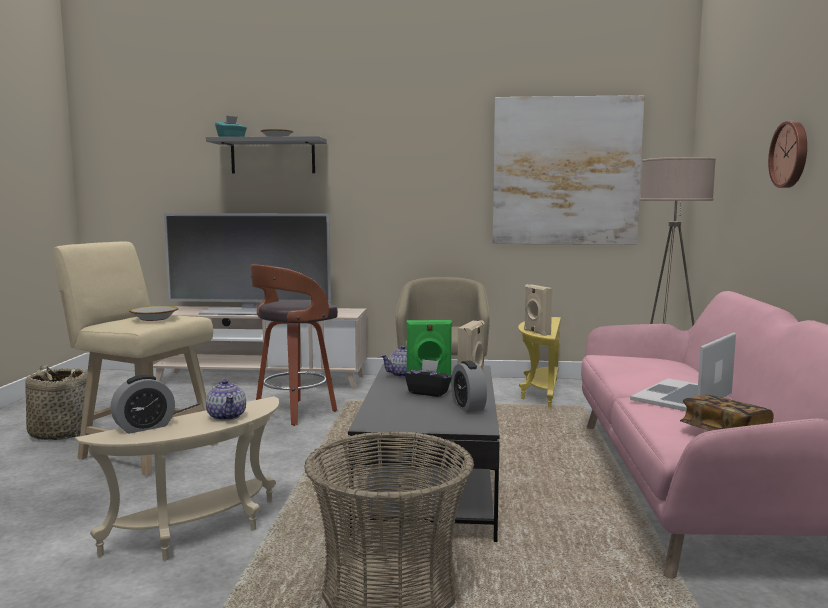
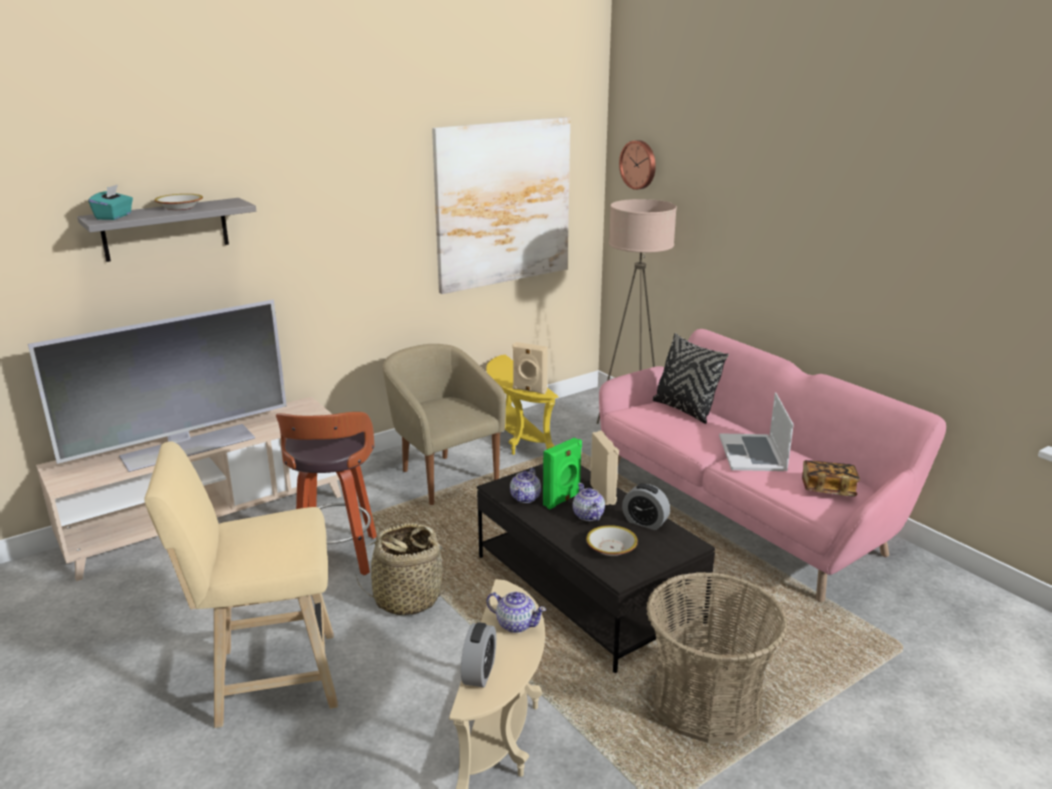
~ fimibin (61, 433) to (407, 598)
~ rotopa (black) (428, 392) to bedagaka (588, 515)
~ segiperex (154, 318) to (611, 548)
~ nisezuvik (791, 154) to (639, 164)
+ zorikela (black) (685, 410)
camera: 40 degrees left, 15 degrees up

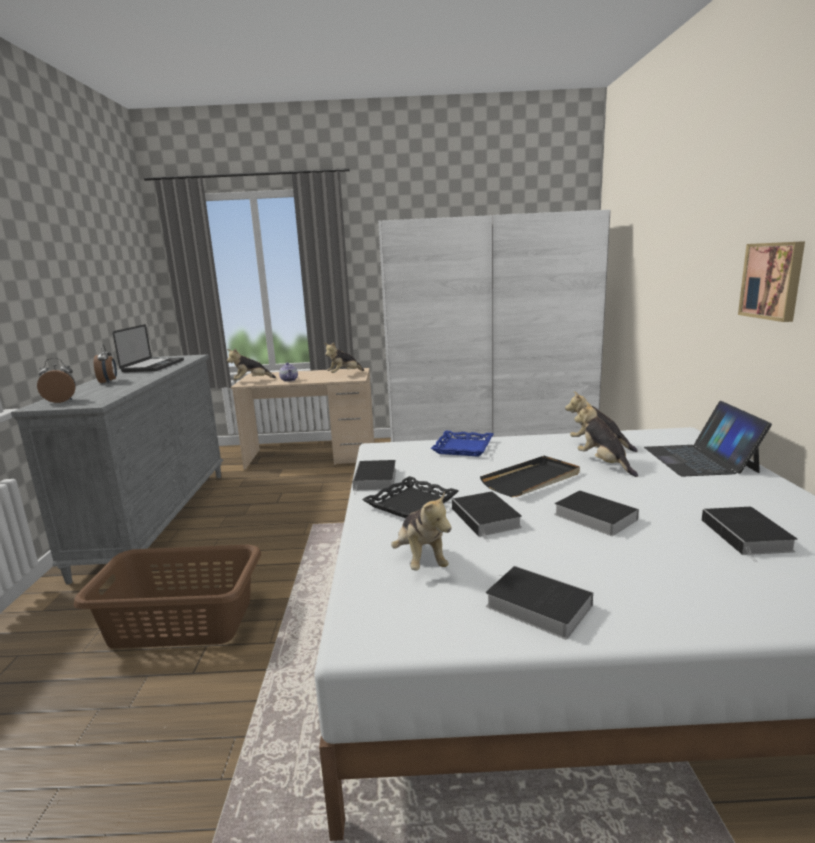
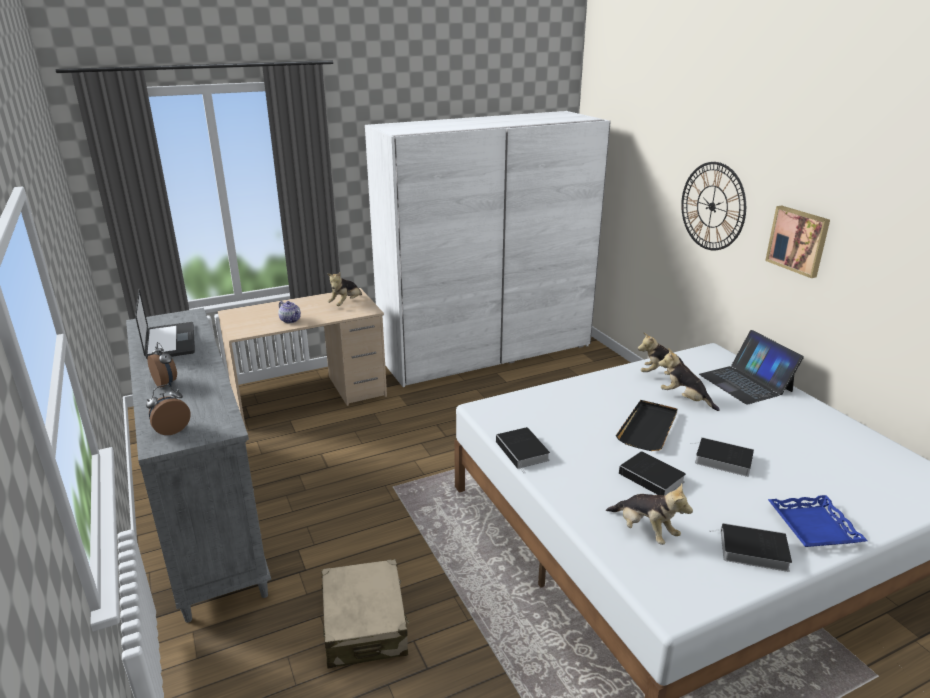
~ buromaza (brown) (182, 621) to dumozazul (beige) (365, 624)
+ nisezuvik (712, 206)
~ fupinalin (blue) (463, 448) to (814, 526)
- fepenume (251, 381)
- fupinalin (black) (411, 504)
- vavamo (748, 536)
camera: 25 degrees left, 10 degrees up

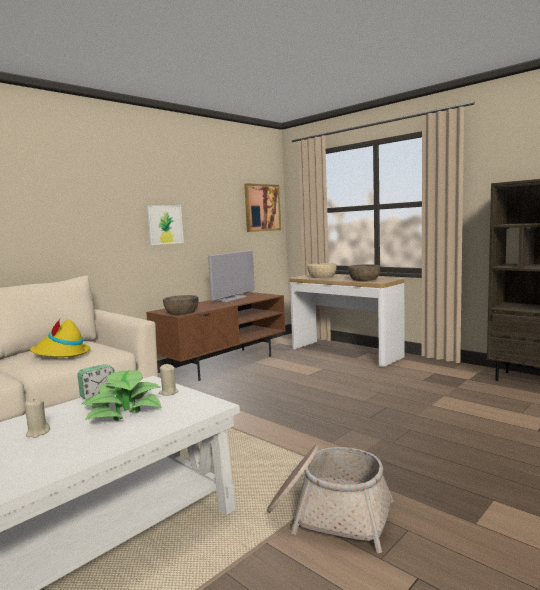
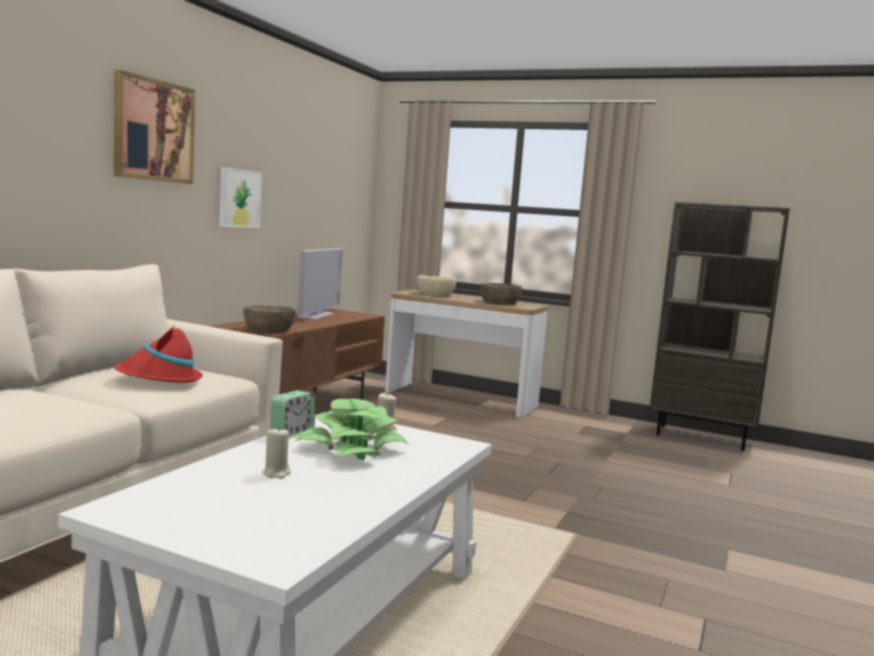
~ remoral (262, 207) to (153, 130)
~ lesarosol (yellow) (61, 354) to lesarosol (red) (159, 379)
- fimibin (329, 514)
camera: 20 degrees left, 0 degrees up

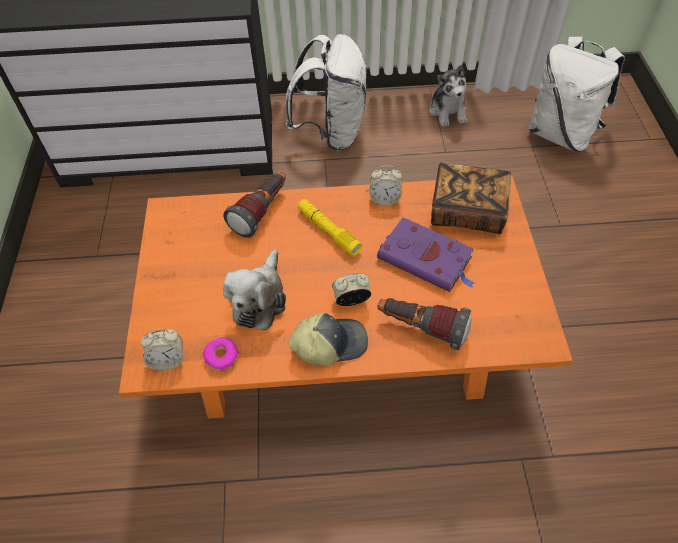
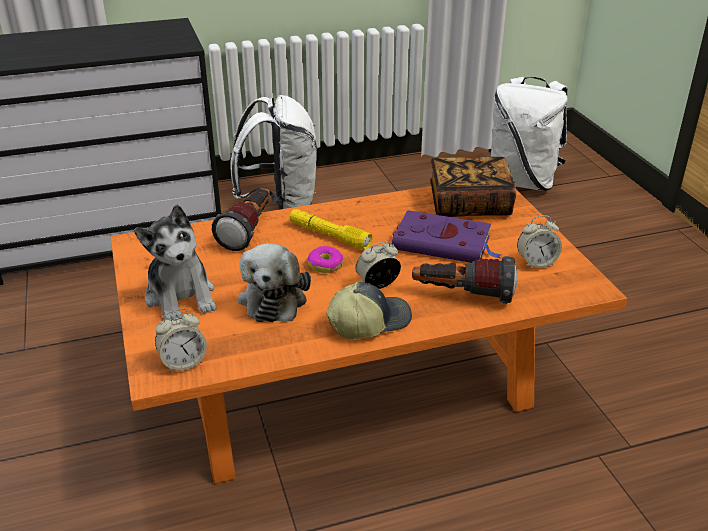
~ fepenume (448, 112) to (181, 297)
~ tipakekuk (221, 357) to (325, 265)
~ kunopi (384, 199) to (536, 263)
camera: 15 degrees left, 20 degrees down

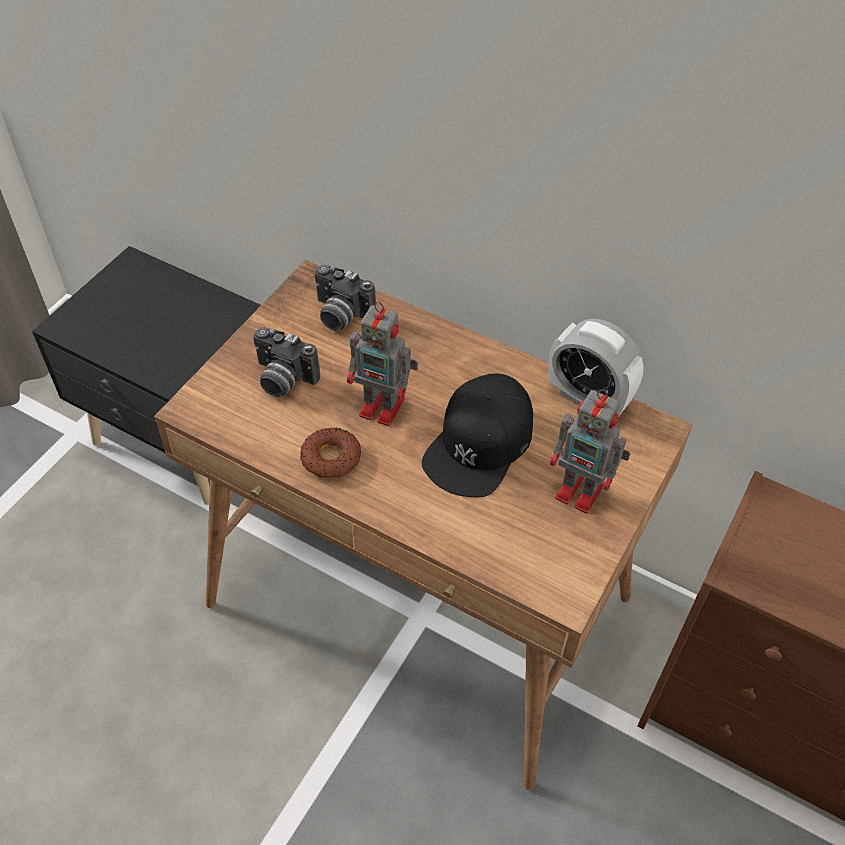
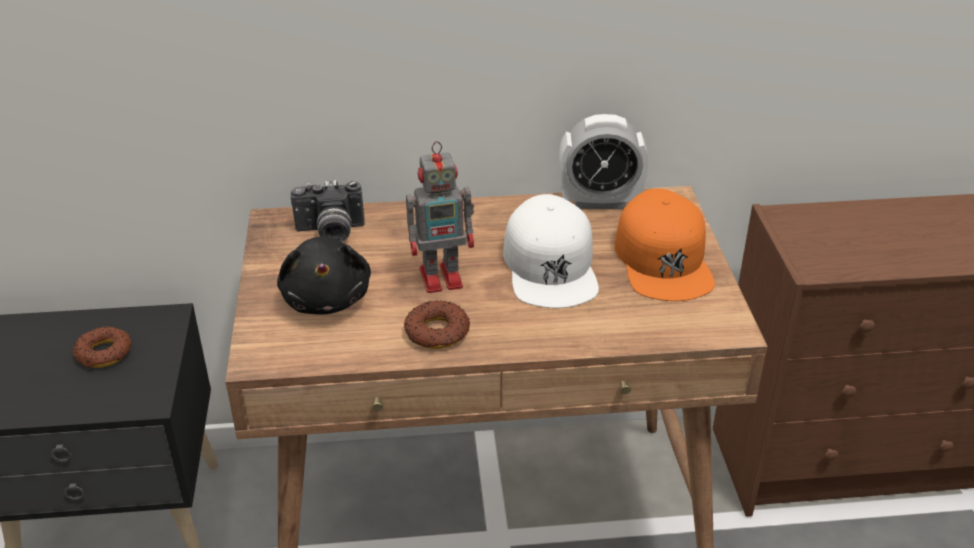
+ tipakekuk (104, 353)
~ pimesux (282, 379) to fepenume (black) (327, 298)
~ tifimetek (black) (479, 443) to tifimetek (white) (551, 266)
~ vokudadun (582, 492) to tifimetek (orange) (664, 259)
camera: 35 degrees left, 15 degrees down

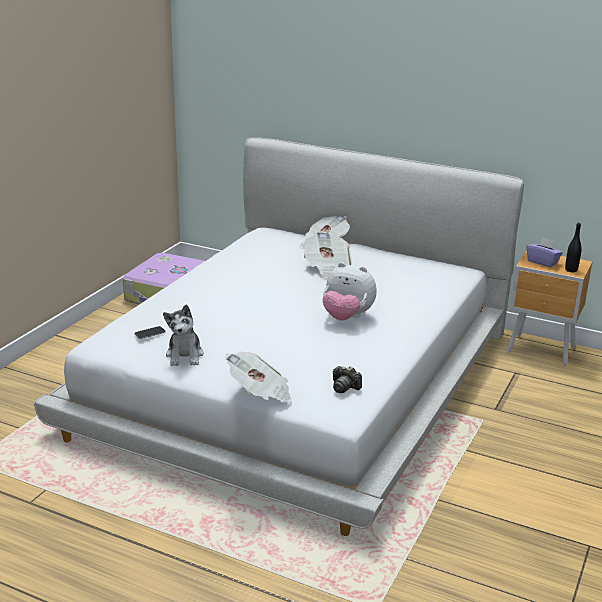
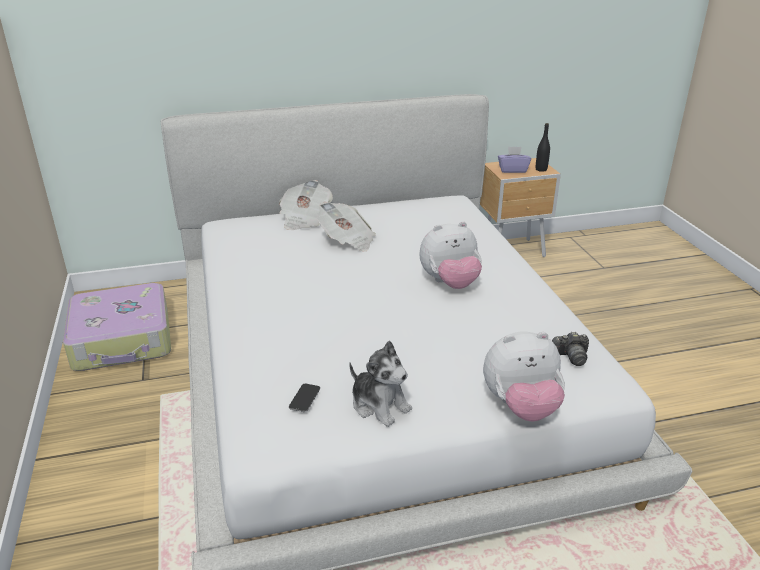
~ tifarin (260, 393) to fepenume (521, 407)
camera: 40 degrees left, 5 degrees up

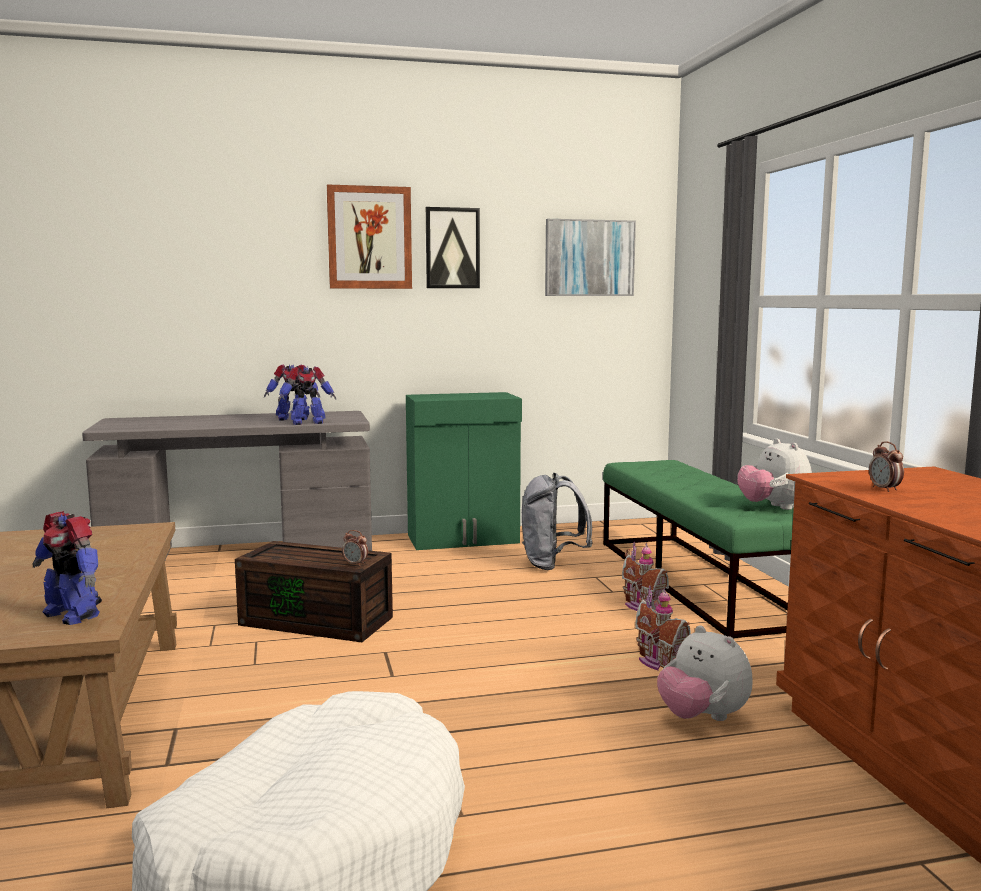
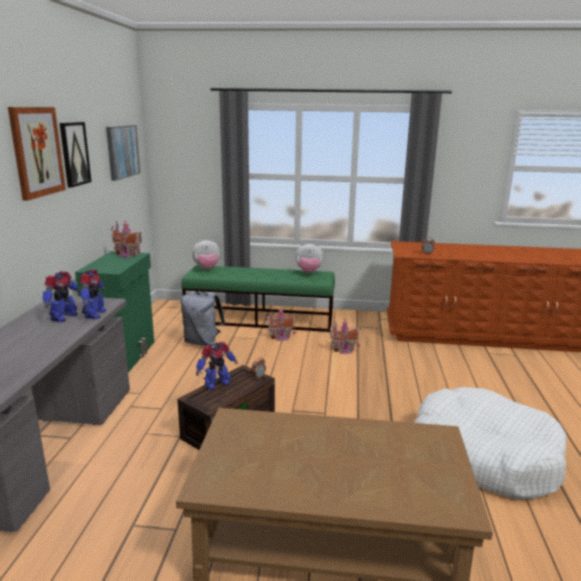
+ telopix (127, 255)
~ fepenume (702, 717) to (207, 269)
~ vokudadun (72, 614) to (216, 384)
camera: 70 degrees left, 10 degrees up

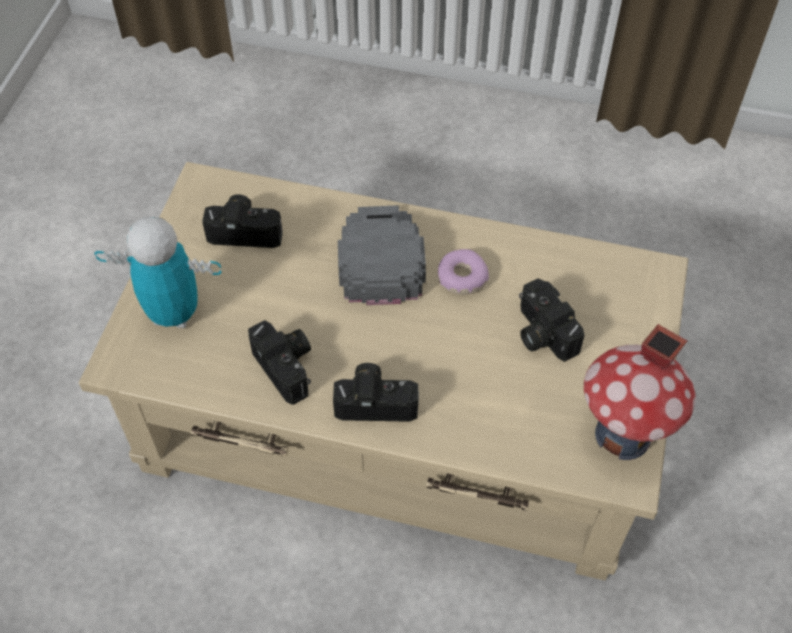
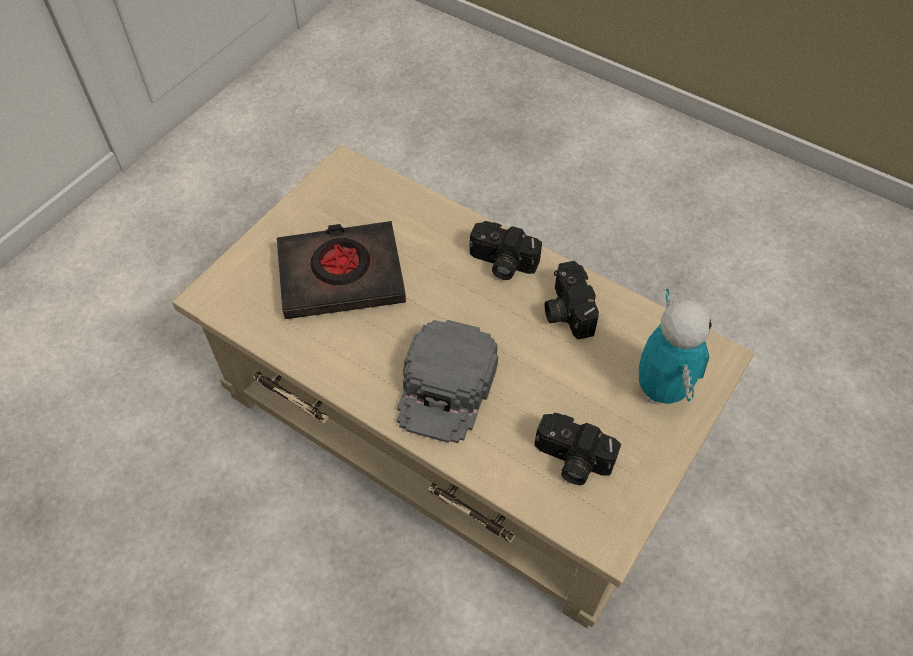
~ pimesux (541, 333) to vavamo (black) (341, 275)
~ vokudadun (173, 314) = (661, 389) 120 degrees counterclockwise
- tipakekuk (461, 278)
- telopix (623, 435)
camera: 160 degrees left, 0 degrees up

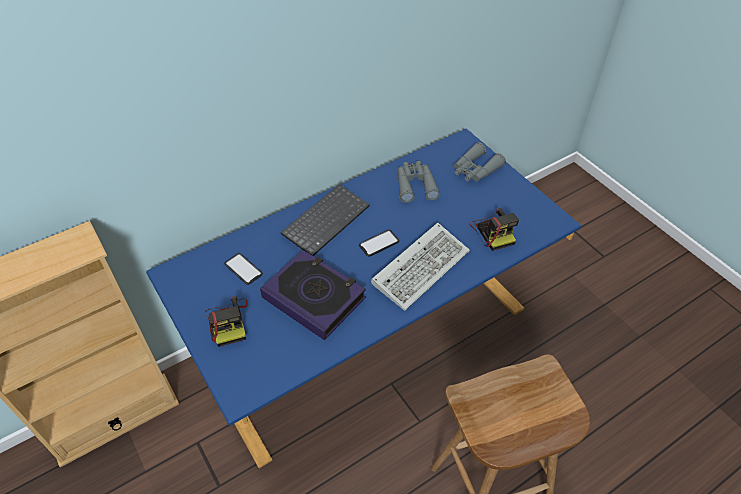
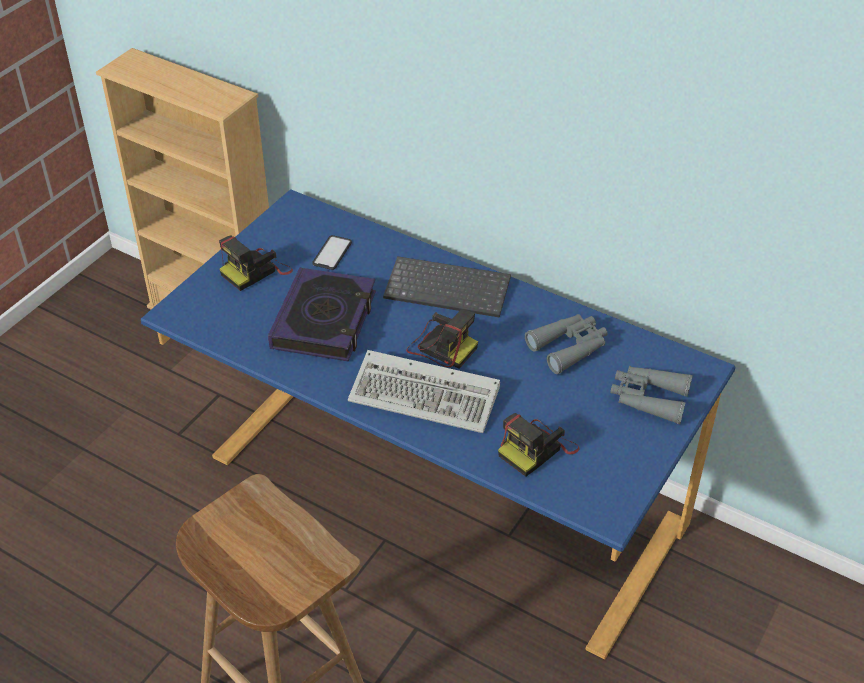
~ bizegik (379, 243) to pimesux (441, 346)
camera: 65 degrees right, 5 degrees down

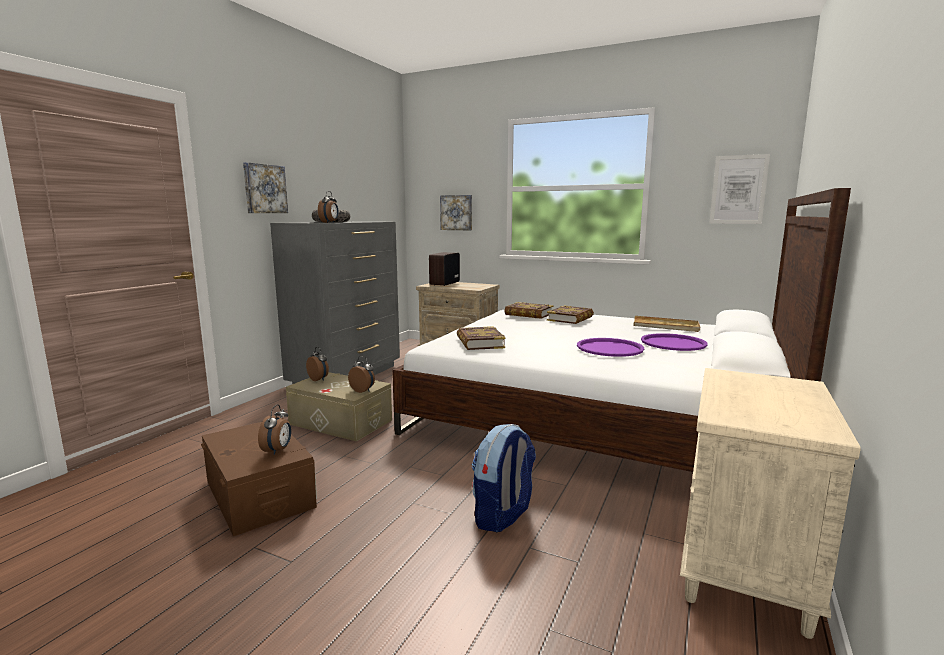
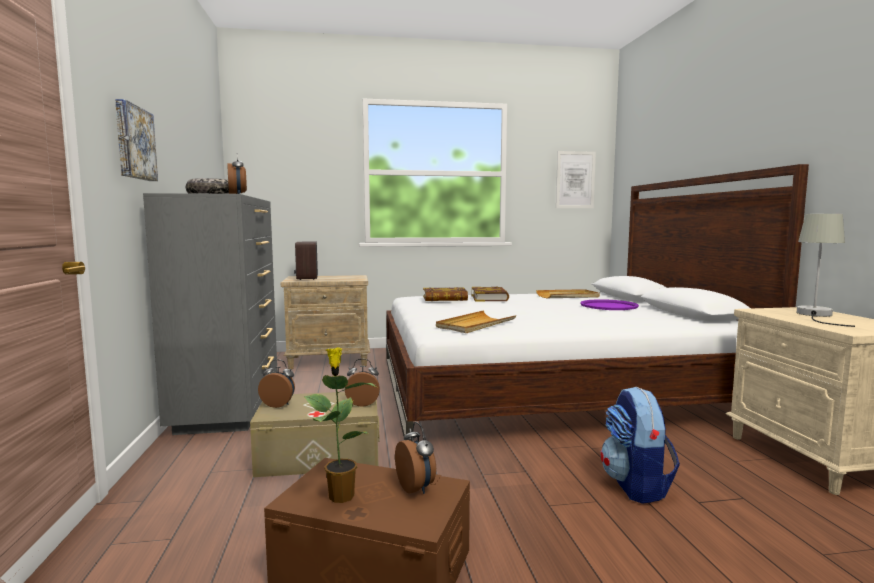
+ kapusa (340, 495)
~ vavamo (479, 343) to fupinalin (beige) (475, 325)
+ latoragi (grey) (816, 315)
- remoral (456, 212)
- fupinalin (purple) (610, 348)
camera: 35 degrees left, 5 degrees down

